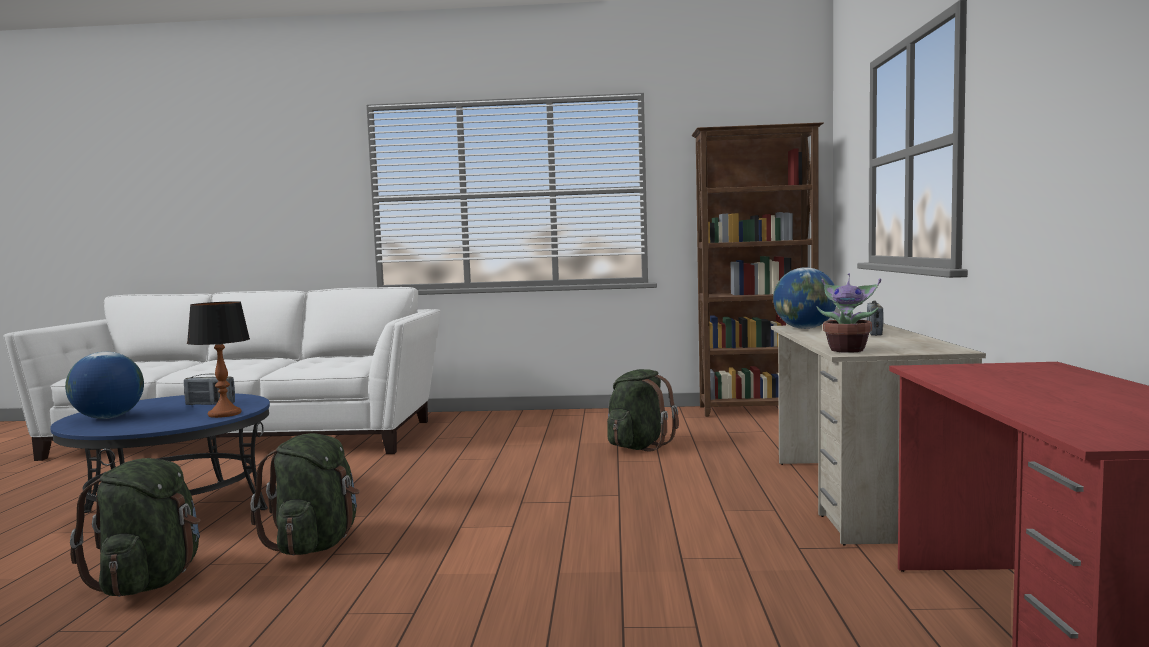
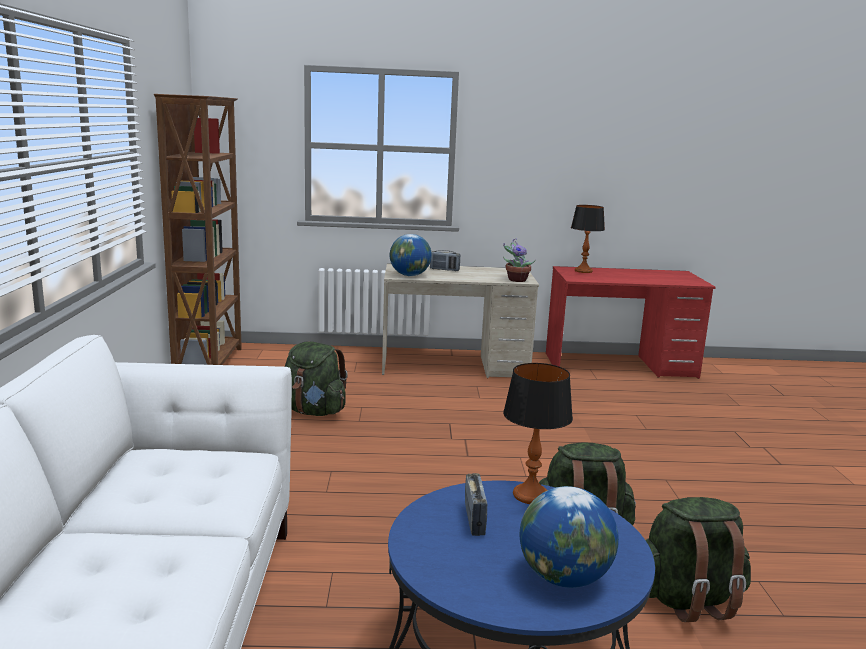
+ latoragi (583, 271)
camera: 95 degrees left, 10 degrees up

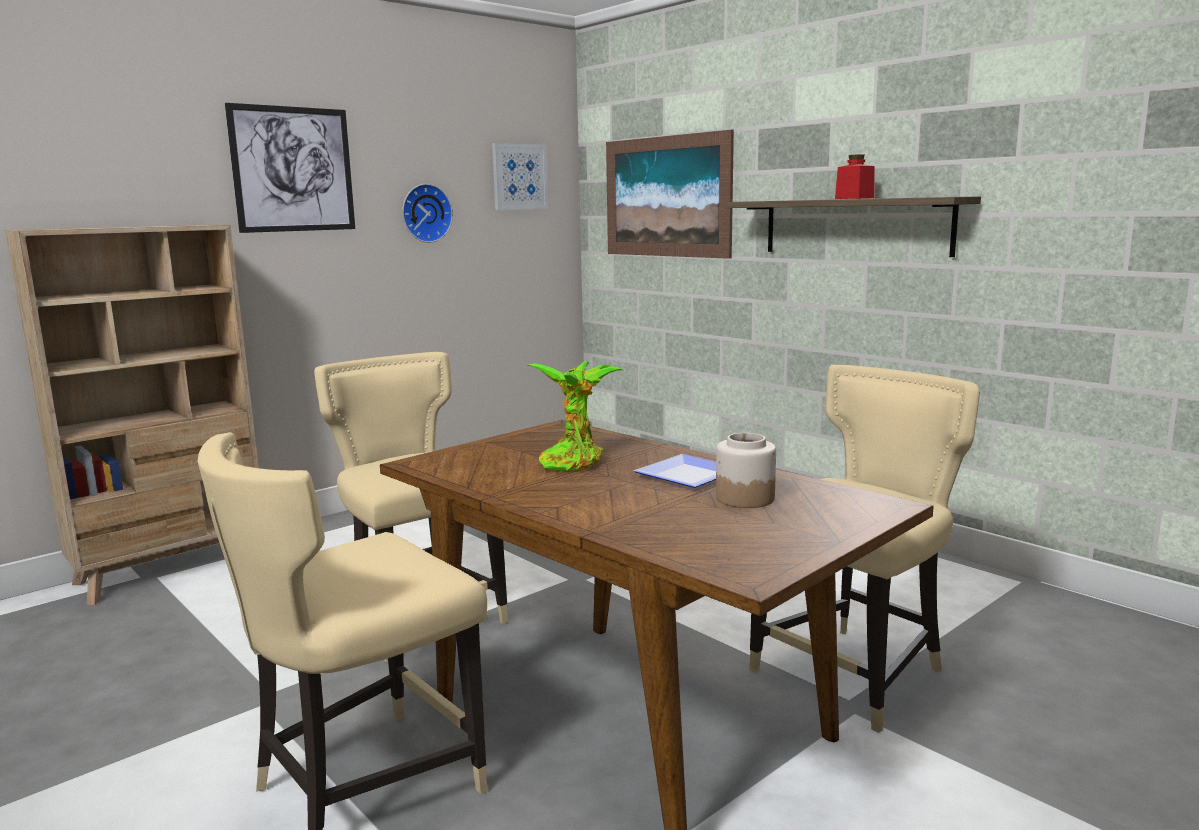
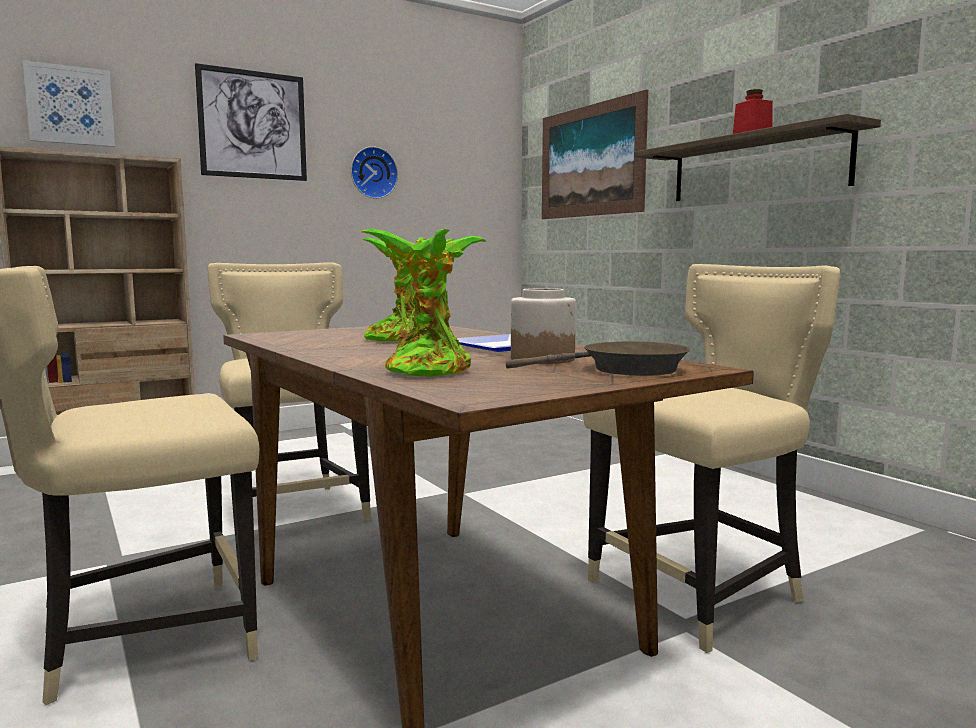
~ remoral (519, 177) to (70, 105)
+ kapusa (428, 369)
+ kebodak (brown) (625, 370)
camera: 10 degrees right, 5 degrees down

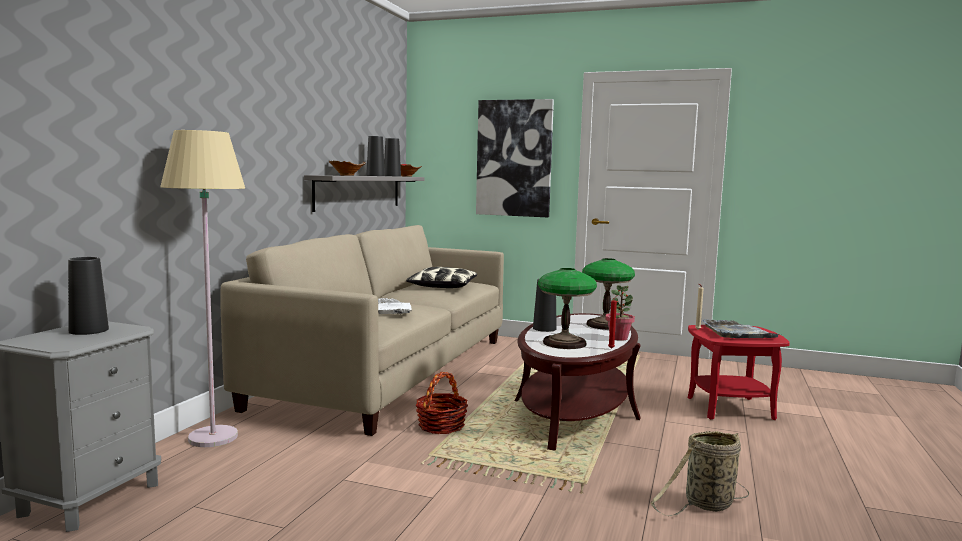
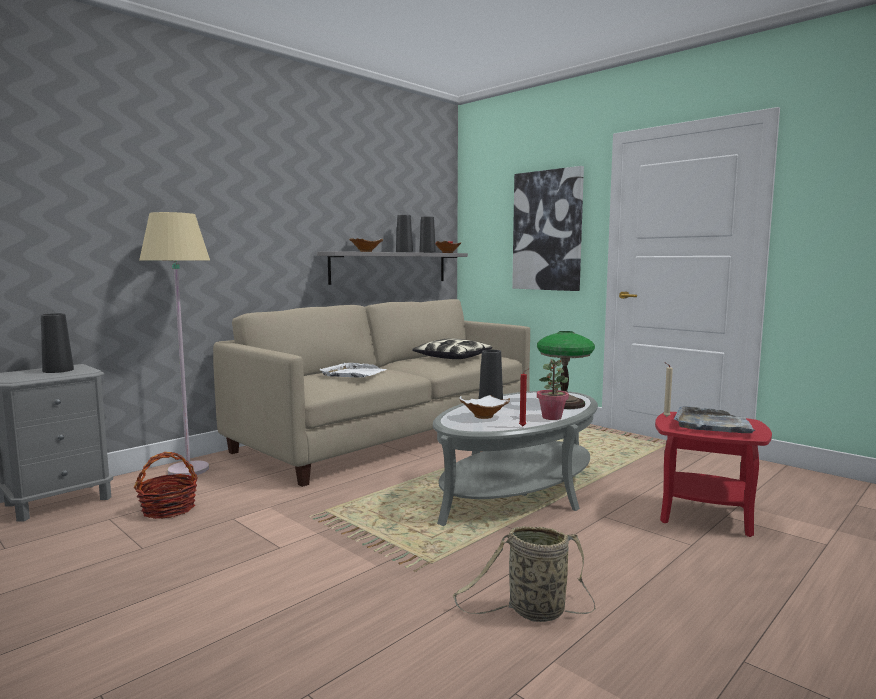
~ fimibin (441, 426) to (169, 509)
~ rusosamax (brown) (575, 409) to rusosamax (grey) (518, 490)
~ latoragi (565, 343) to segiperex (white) (484, 417)
camera: 25 degrees right, 0 degrees up

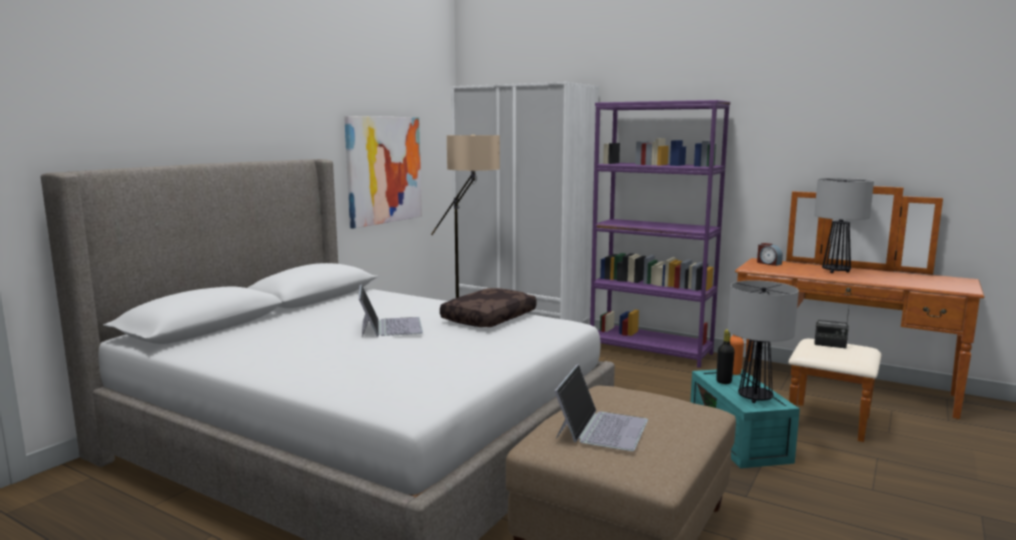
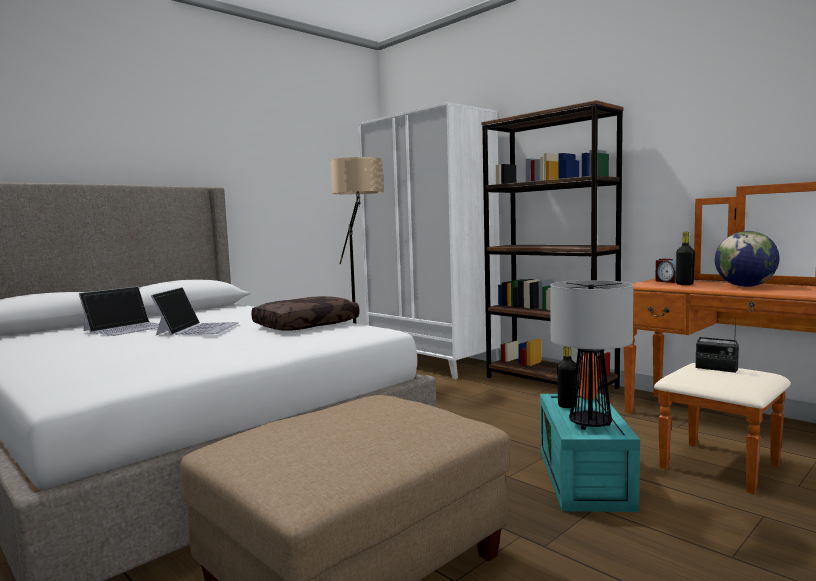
~ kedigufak (601, 428) to (127, 328)
~ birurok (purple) (651, 350) to birurok (brown) (550, 382)
+ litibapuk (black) (684, 284)
~ latoragi (836, 271) to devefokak (745, 286)
- remoral (384, 170)
camera: 15 degrees right, 5 degrees down

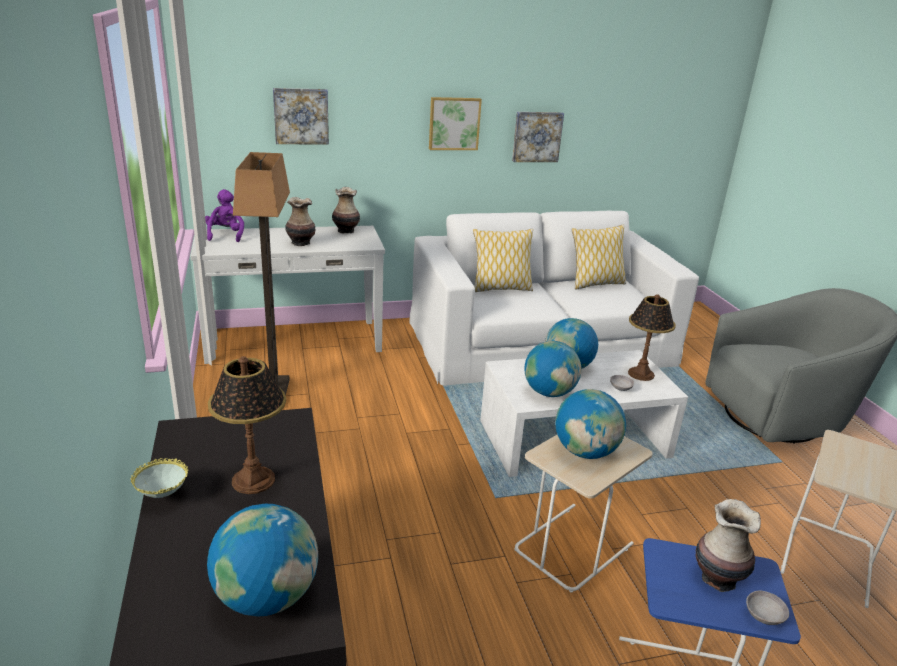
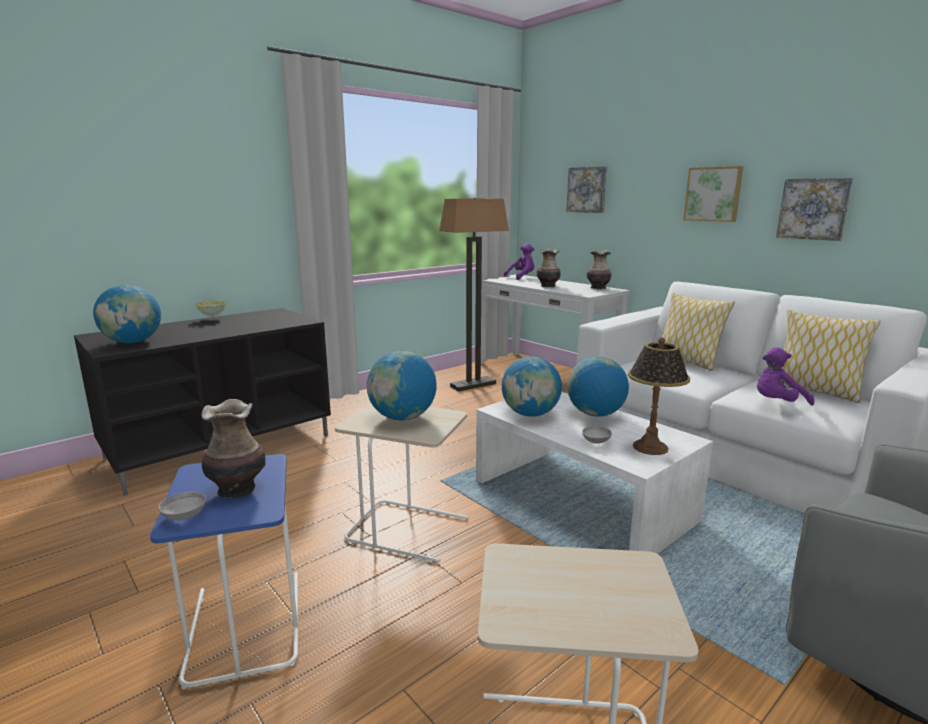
+ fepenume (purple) (777, 403)
- latoragi (254, 480)
camera: 65 degrees right, 10 degrees down

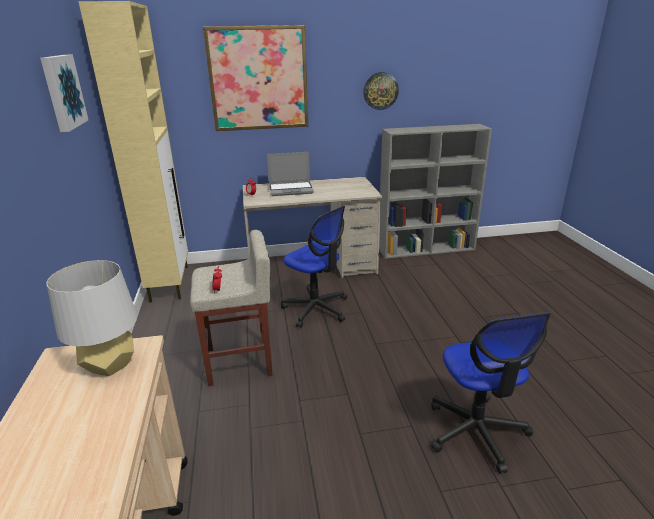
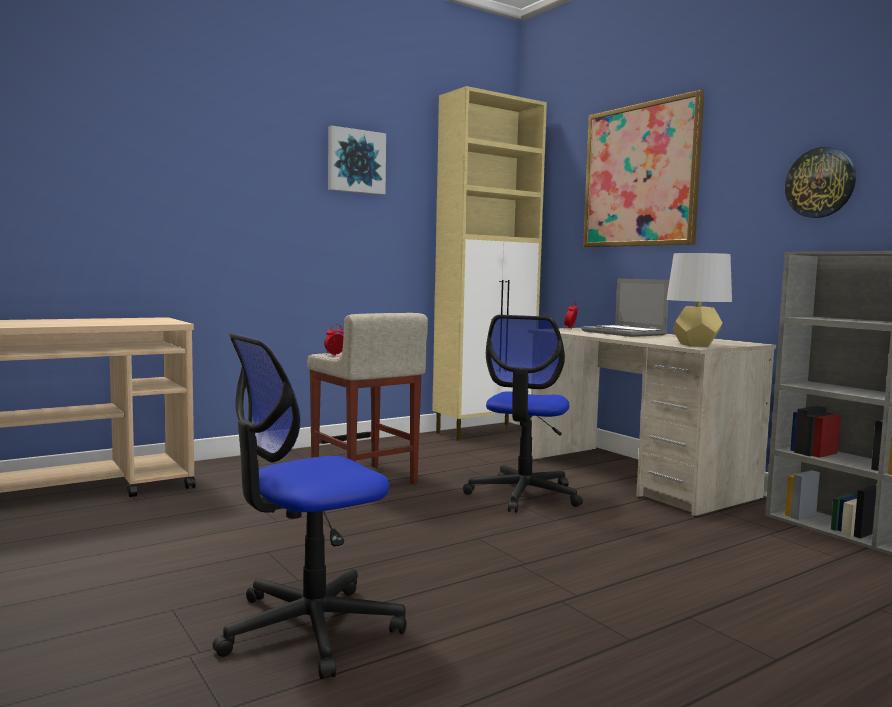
~ latoragi (grey) (110, 366) to (695, 345)
camera: 65 degrees right, 20 degrees down

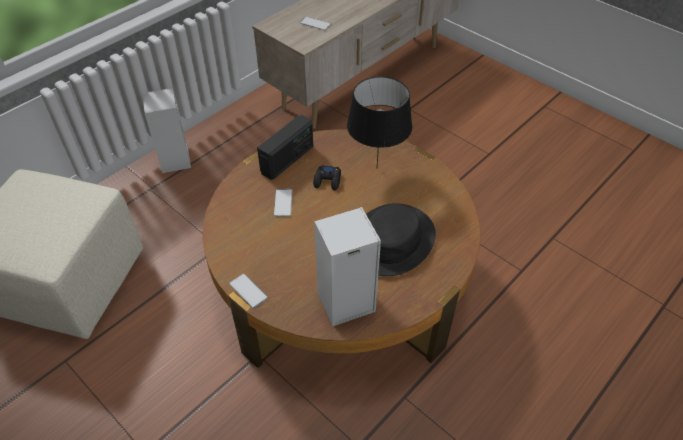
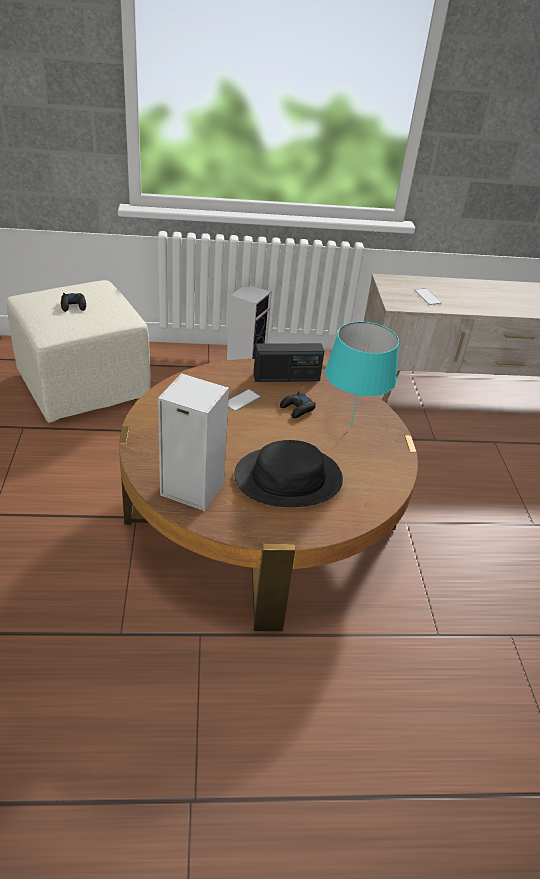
+ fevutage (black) (74, 305)
~ latoragi (black) (376, 168) to latoragi (turquoise) (350, 426)
- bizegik (248, 291)
camera: 40 degrees right, 10 degrees down

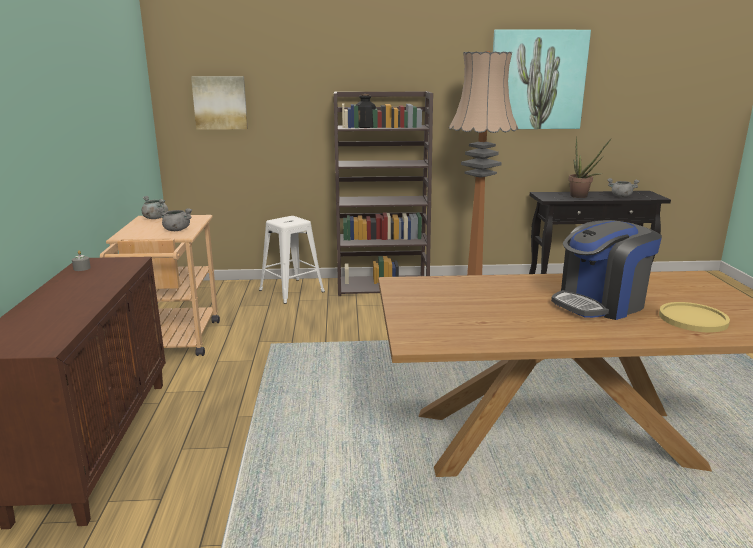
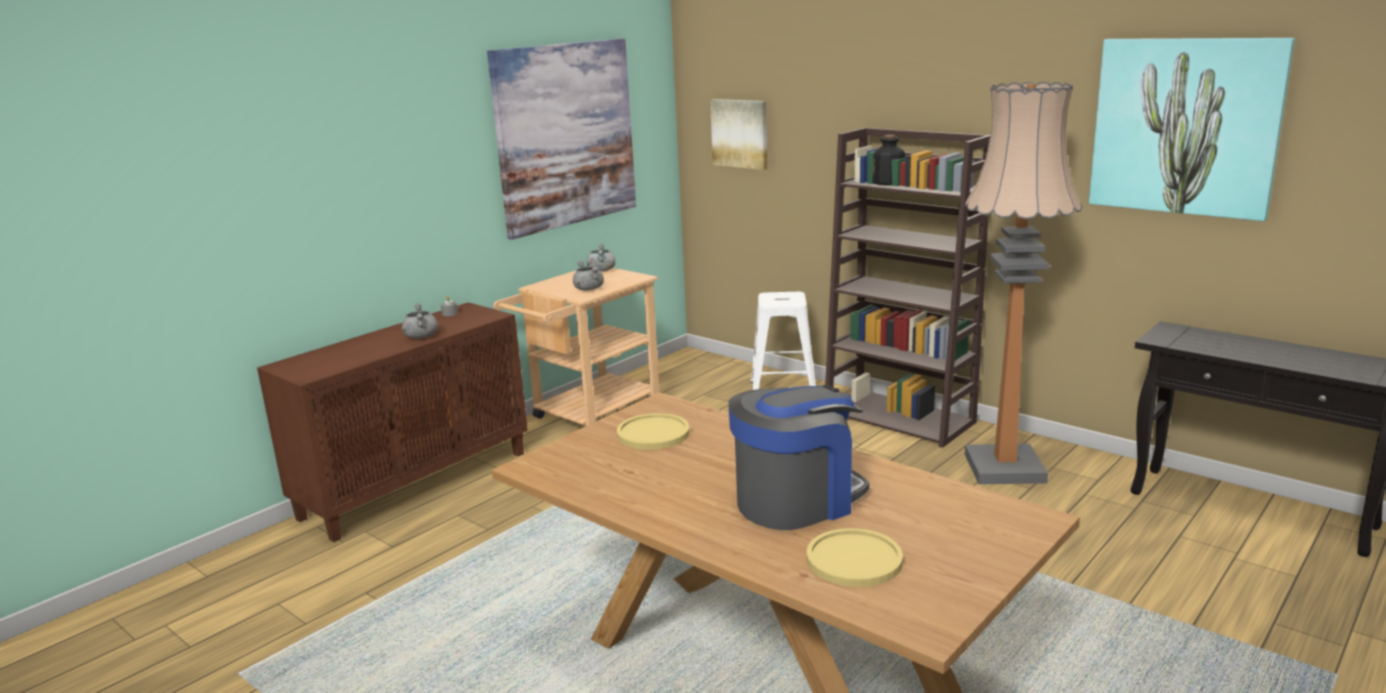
~ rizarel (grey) (621, 196) to (420, 336)
+ remoral (565, 135)
+ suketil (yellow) (653, 433)
~ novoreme (600, 303) = (797, 500) 135 degrees clockwise
- kapusa (581, 197)
camera: 45 degrees right, 0 degrees up

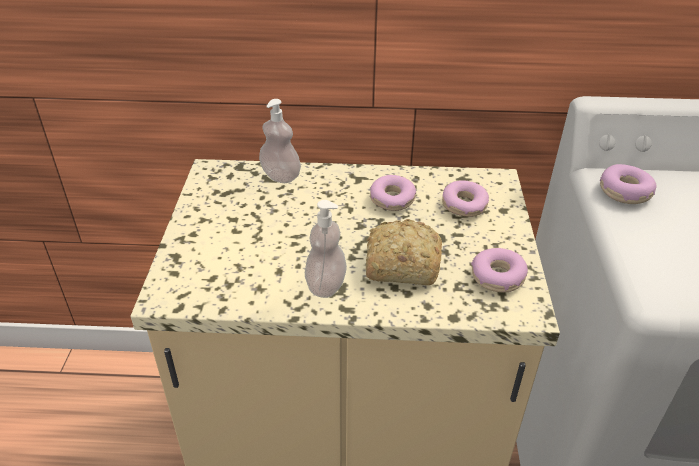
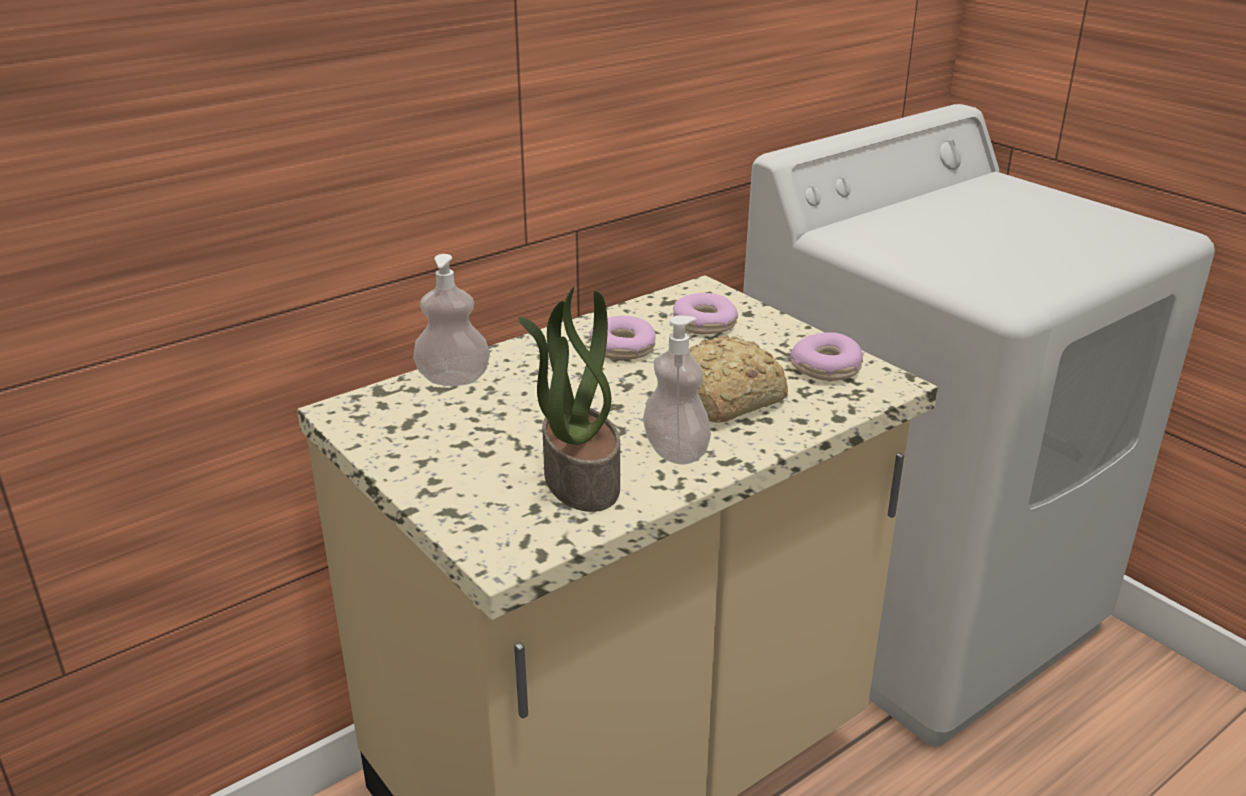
+ kapusa (579, 480)
- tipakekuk (624, 192)
camera: 40 degrees left, 10 degrees down

